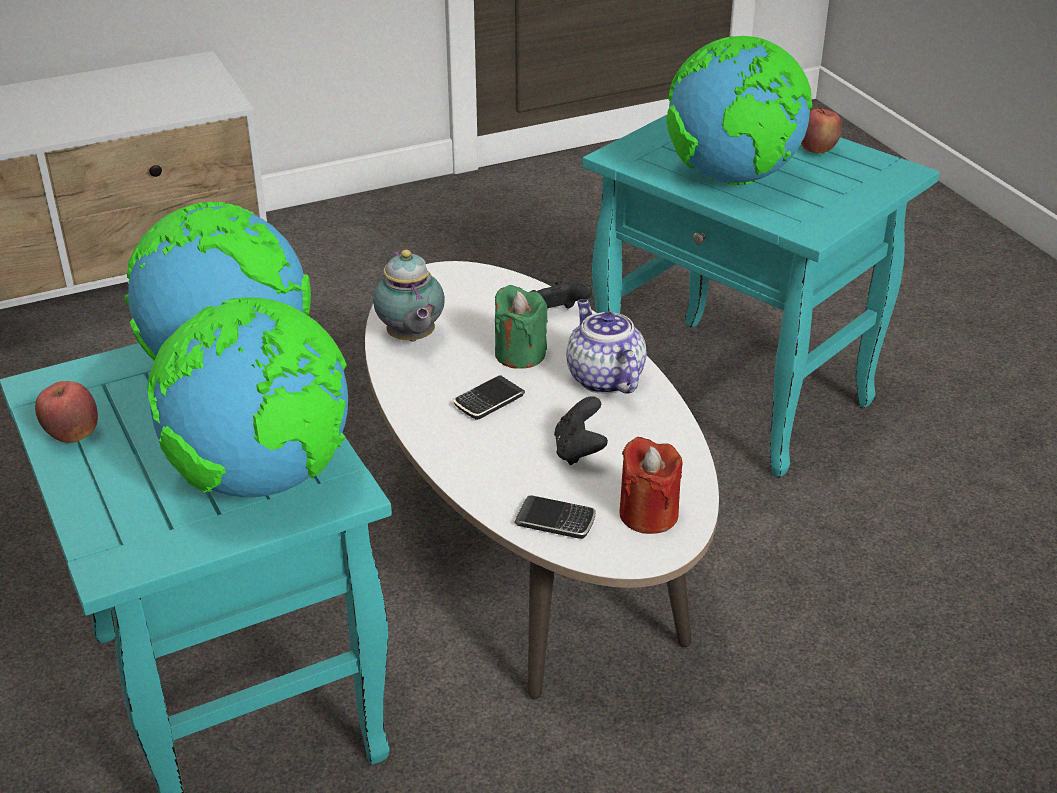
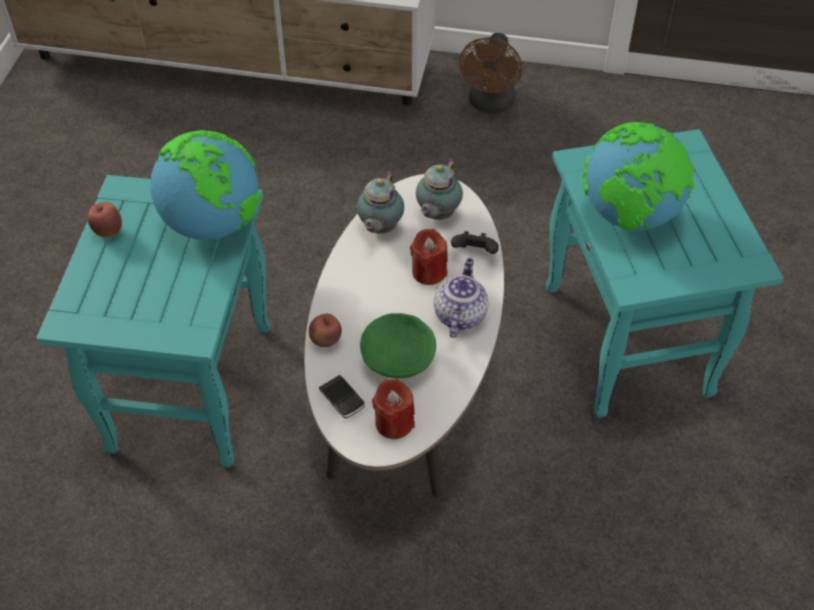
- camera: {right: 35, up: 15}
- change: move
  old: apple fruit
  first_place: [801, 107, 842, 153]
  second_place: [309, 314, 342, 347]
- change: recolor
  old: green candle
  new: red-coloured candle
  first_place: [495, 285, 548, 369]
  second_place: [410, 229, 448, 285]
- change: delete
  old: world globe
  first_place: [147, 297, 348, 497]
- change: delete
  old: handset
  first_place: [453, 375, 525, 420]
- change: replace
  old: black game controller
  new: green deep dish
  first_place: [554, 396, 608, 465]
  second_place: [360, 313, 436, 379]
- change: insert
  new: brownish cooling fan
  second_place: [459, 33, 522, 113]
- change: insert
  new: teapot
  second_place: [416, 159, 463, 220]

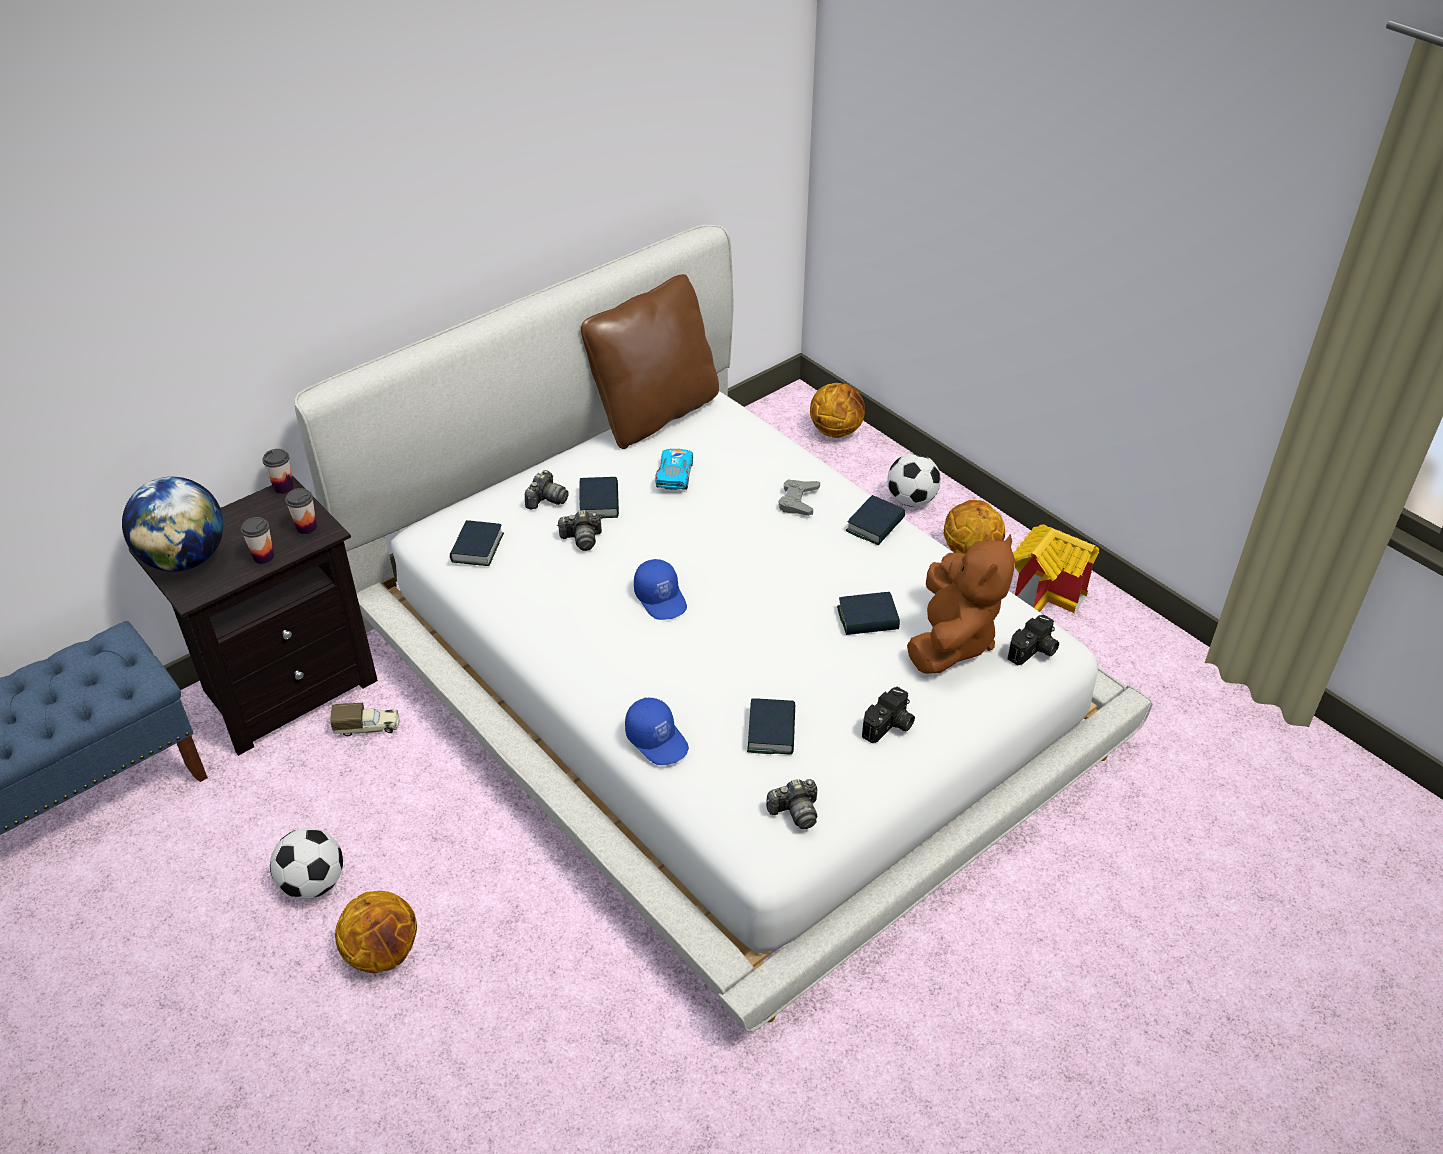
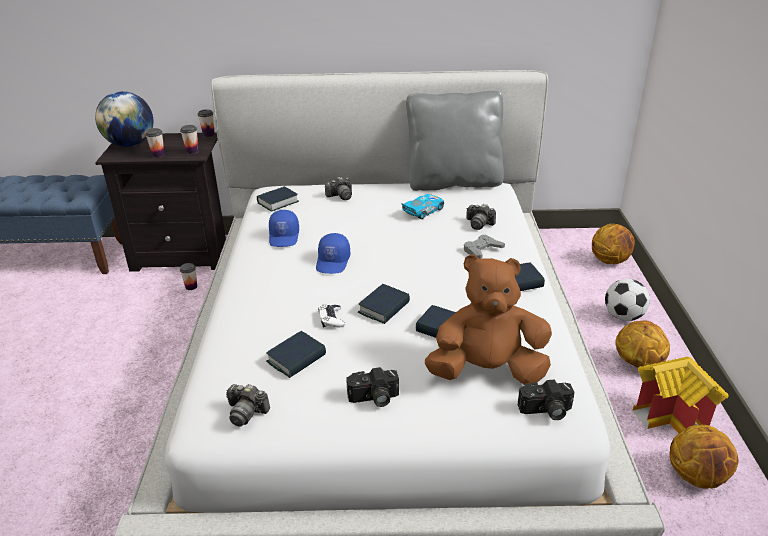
- camera: {right: 40, up: -10}
- change: recolor
  old: brownish throw pillow
  new: greyish throw pillow
  first_place: [581, 274, 719, 449]
  second_place: [406, 91, 504, 191]
- change: move
  old: volume
  first_place: [580, 477, 619, 519]
  second_place: [358, 284, 410, 324]
- change: move
  old: still camera
  first_place: [557, 510, 602, 551]
  second_place: [466, 204, 496, 230]
- change: rotate
  old: brownish plush toy
  first_place: [907, 534, 1015, 674]
  second_place: [425, 254, 552, 385]
  degrees: -150
- change: move
  old: bluish baseball cap
  first_place: [625, 698, 689, 765]
  second_place: [269, 210, 299, 247]
- change: replace
  old: toy lorry
  new: cup
  first_place: [330, 703, 400, 736]
  second_place: [180, 263, 197, 290]
- change: delete
  old: football ball
  first_place: [270, 828, 343, 899]
- change: move
  old: basketball
  first_place: [335, 891, 417, 973]
  second_place: [670, 425, 739, 489]
- change: insert
  new: white-coloured game controller
  second_place: [318, 304, 345, 328]

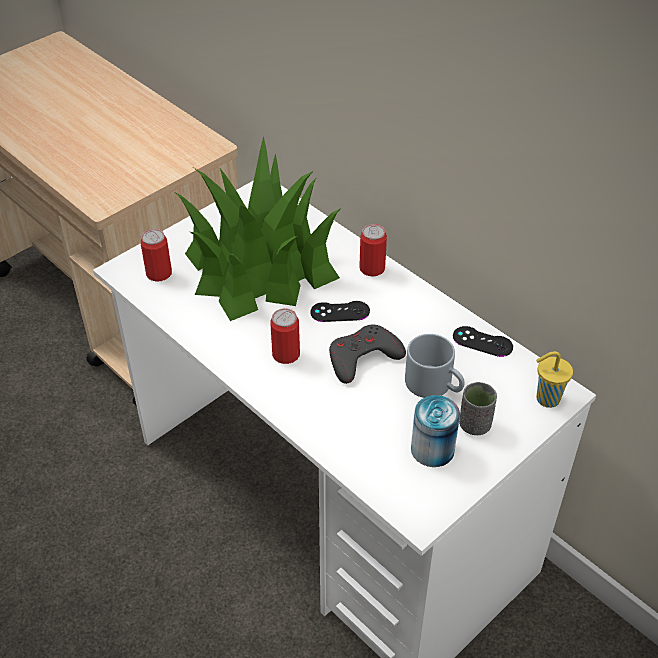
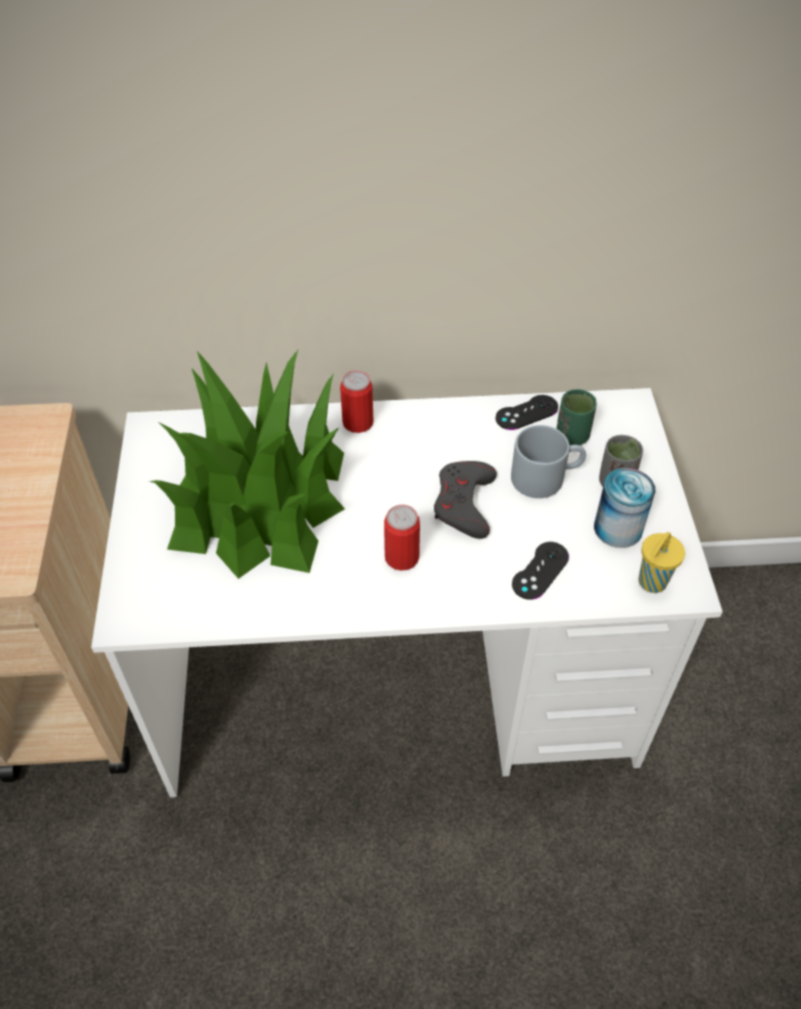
- camera: {right: -50, up: 5}
- change: delete
  old: metal can
  first_place: [141, 229, 172, 282]
- change: move
  old: black game controller
  first_place: [310, 301, 370, 322]
  second_place: [512, 542, 569, 600]
- change: move
  old: yellowish cup
  first_place: [536, 351, 573, 408]
  second_place: [638, 532, 685, 593]
- change: insert
  new: green cup
  second_place: [556, 389, 597, 445]

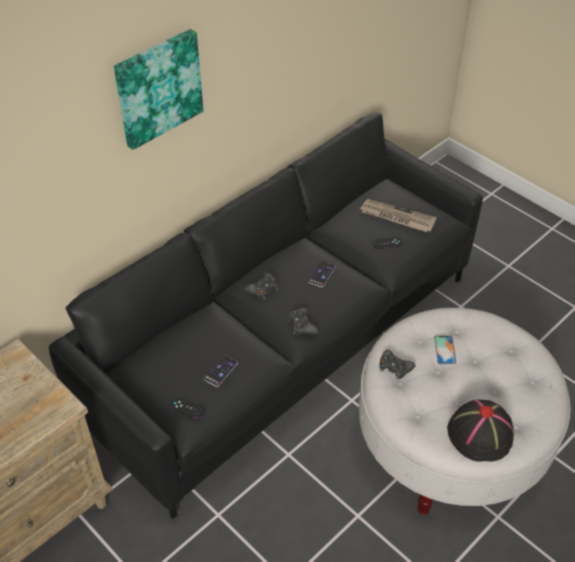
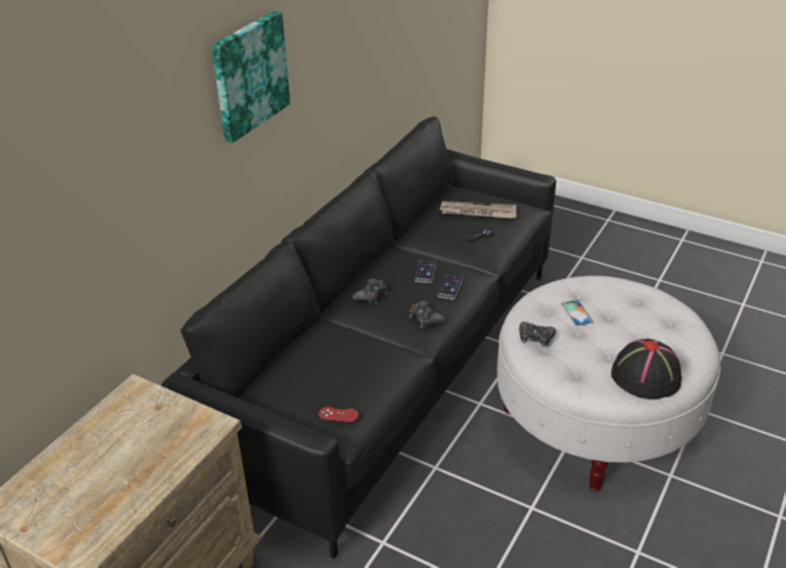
- camera: {right: -15, up: -10}
- change: move
  old: handset
  first_place: [203, 355, 238, 387]
  second_place: [437, 275, 463, 300]
- change: recolor
  old: black game controller
  new: red-coloured game controller
  first_place: [170, 398, 204, 418]
  second_place: [319, 407, 359, 422]

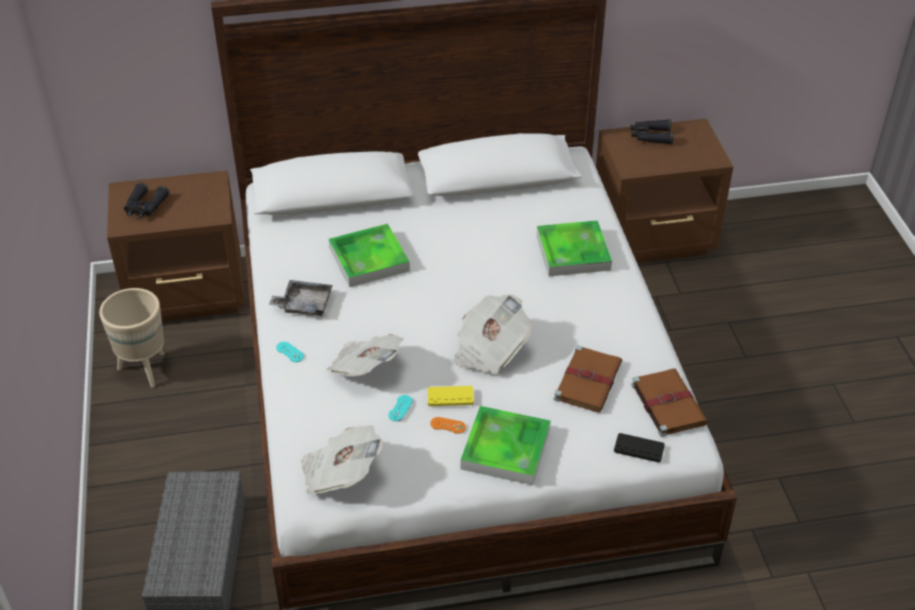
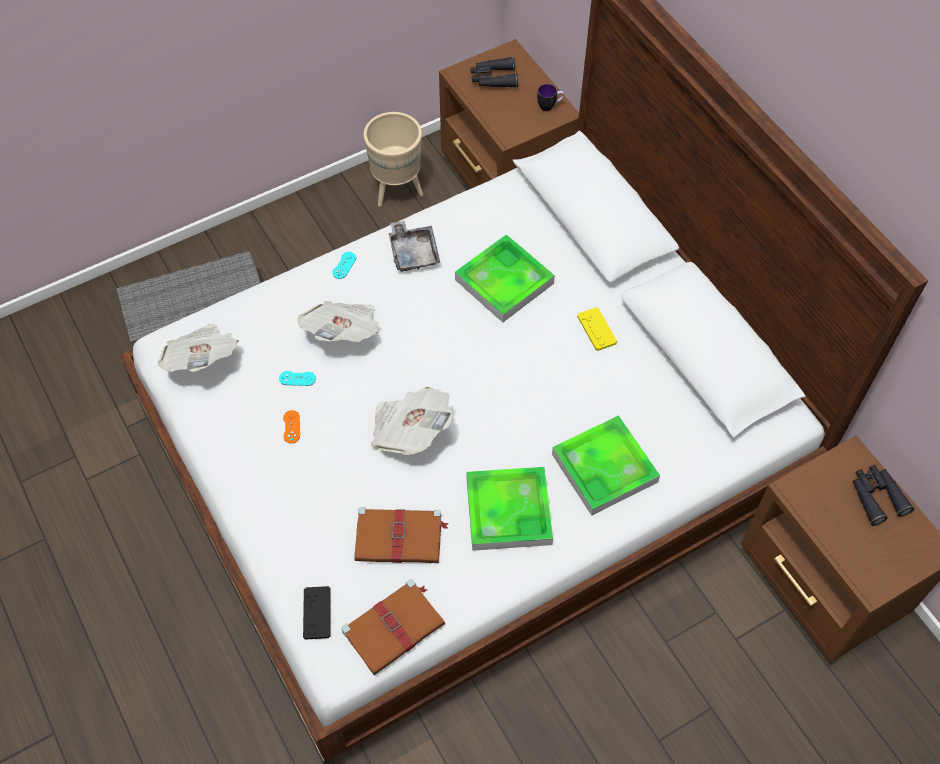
- camera: {right: 70, up: 15}
- change: move
  old: yellowish game controller
  first_place: [428, 386, 474, 406]
  second_place: [577, 307, 617, 351]
- change: move
  old: carrying tray
  first_place: [461, 406, 551, 485]
  second_place: [467, 467, 553, 551]
- change: insert
  new: tea mug
  second_place: [537, 84, 564, 111]

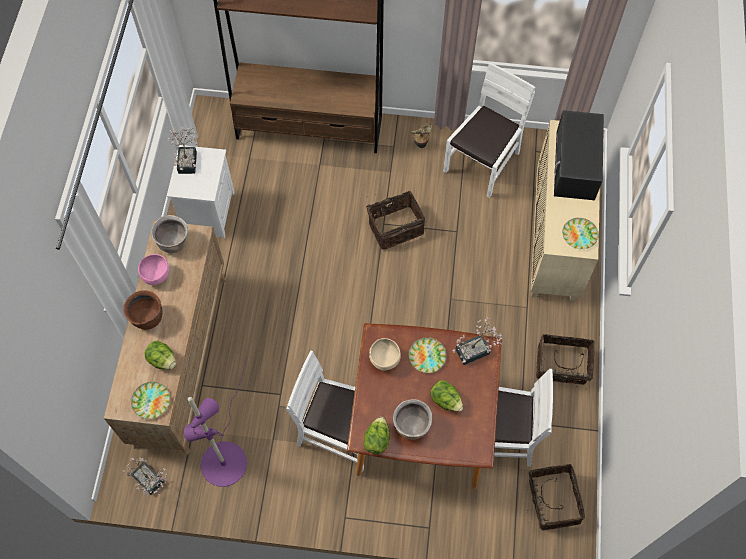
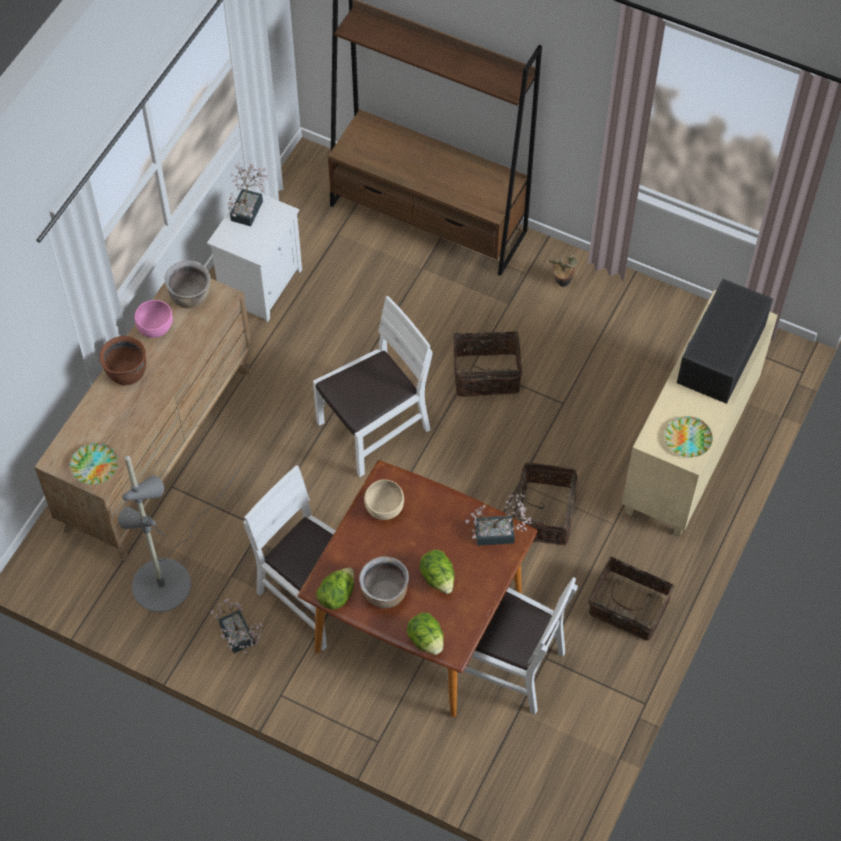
- camera: {right: 20, up: -5}
- change: move
  old: white-coloured upright chair
  first_place: [443, 63, 535, 198]
  second_place: [313, 296, 433, 477]
- change: delete
  old: dinner plate
  first_place: [409, 337, 447, 373]
- change: move
  old: lettuce head
  first_place: [144, 341, 176, 370]
  second_place: [407, 612, 443, 655]
- change: recolor
  old: purple standard lamp
  new: greyish standard lamp
  first_place: [184, 356, 247, 487]
  second_place: [118, 455, 238, 612]
- change: move
  old: plant in a pot
  first_place: [123, 457, 167, 497]
  second_place: [211, 598, 263, 653]
- change: move
  old: storage basket
  first_place: [527, 464, 585, 530]
  second_place: [512, 463, 578, 546]

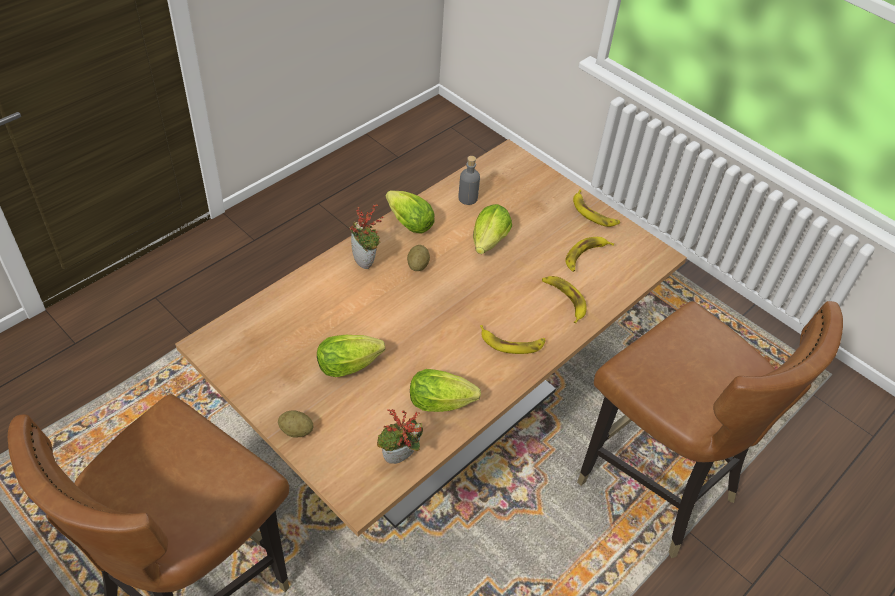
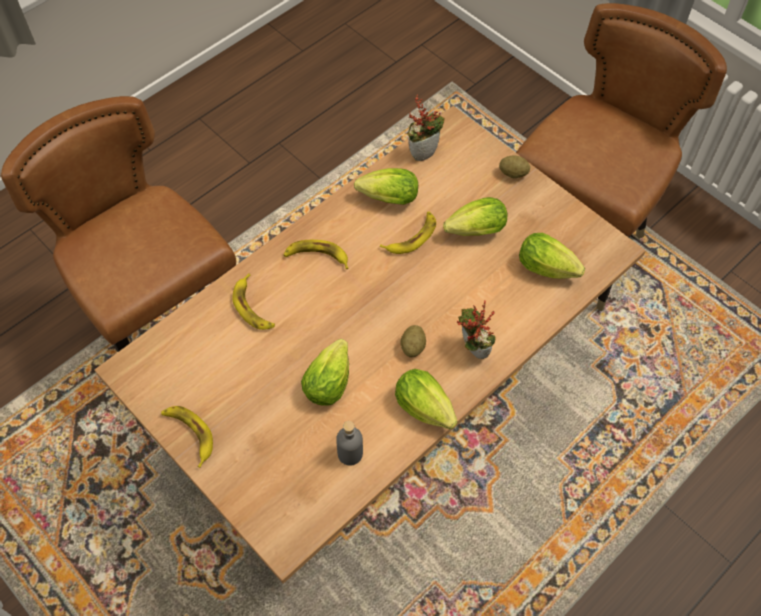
- camera: {right: -175, up: 10}
- change: move
  old: banana
  first_place: [565, 237, 614, 272]
  second_place: [380, 212, 436, 254]
- change: insert
  new: lettuce head
  second_place: [519, 233, 585, 279]

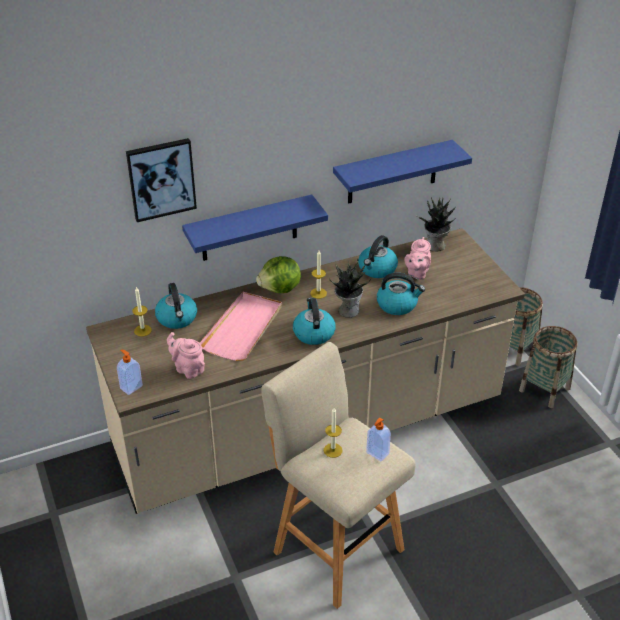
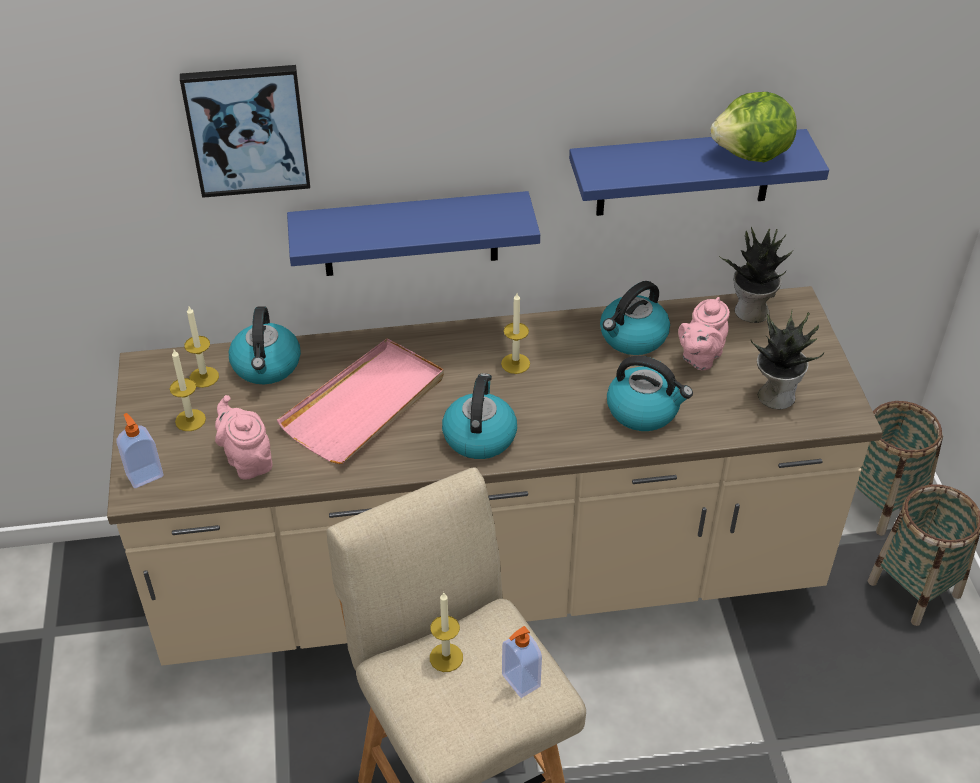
- camera: {right: 15, up: 5}
- change: move
  old: lettuce head
  first_place: [256, 256, 301, 293]
  second_place: [711, 92, 797, 162]
- change: move
  old: plant in a pot
  first_place: [329, 259, 371, 318]
  second_place: [751, 311, 824, 410]
- change: insert
  new: candle
  second_place: [170, 350, 206, 431]

